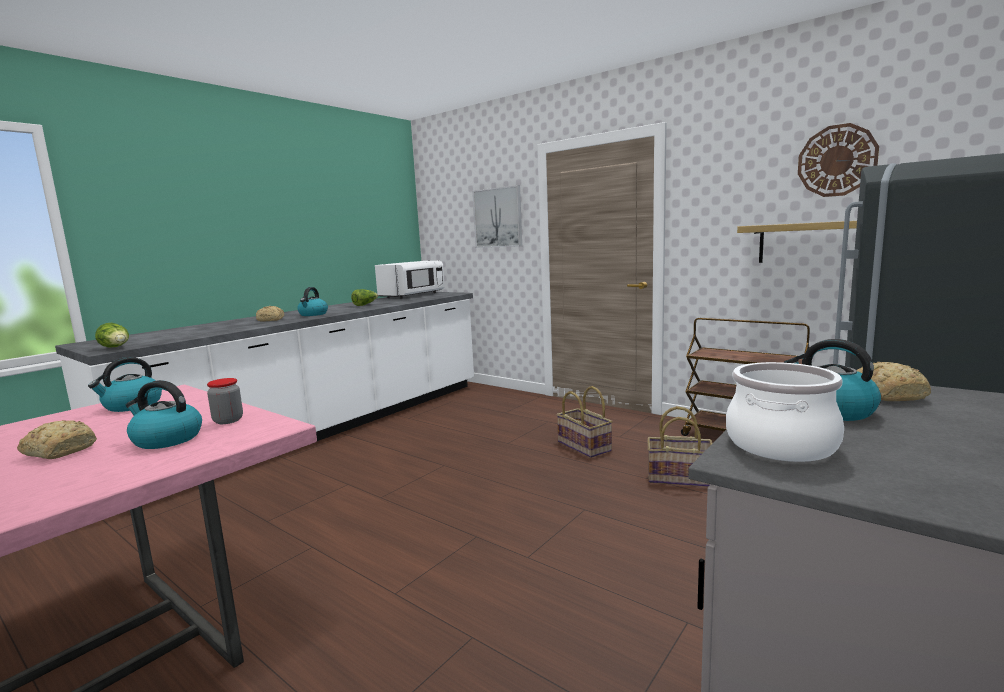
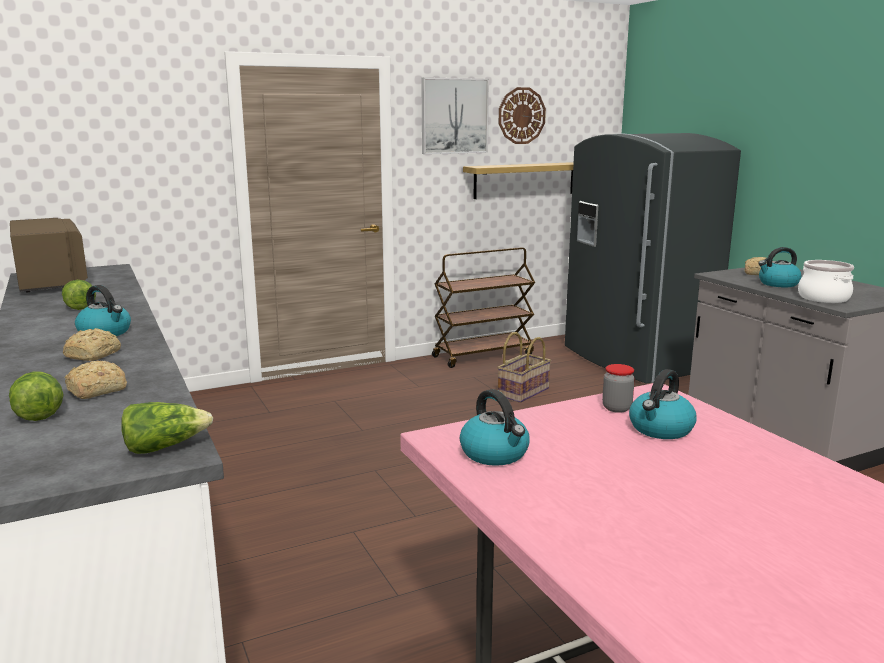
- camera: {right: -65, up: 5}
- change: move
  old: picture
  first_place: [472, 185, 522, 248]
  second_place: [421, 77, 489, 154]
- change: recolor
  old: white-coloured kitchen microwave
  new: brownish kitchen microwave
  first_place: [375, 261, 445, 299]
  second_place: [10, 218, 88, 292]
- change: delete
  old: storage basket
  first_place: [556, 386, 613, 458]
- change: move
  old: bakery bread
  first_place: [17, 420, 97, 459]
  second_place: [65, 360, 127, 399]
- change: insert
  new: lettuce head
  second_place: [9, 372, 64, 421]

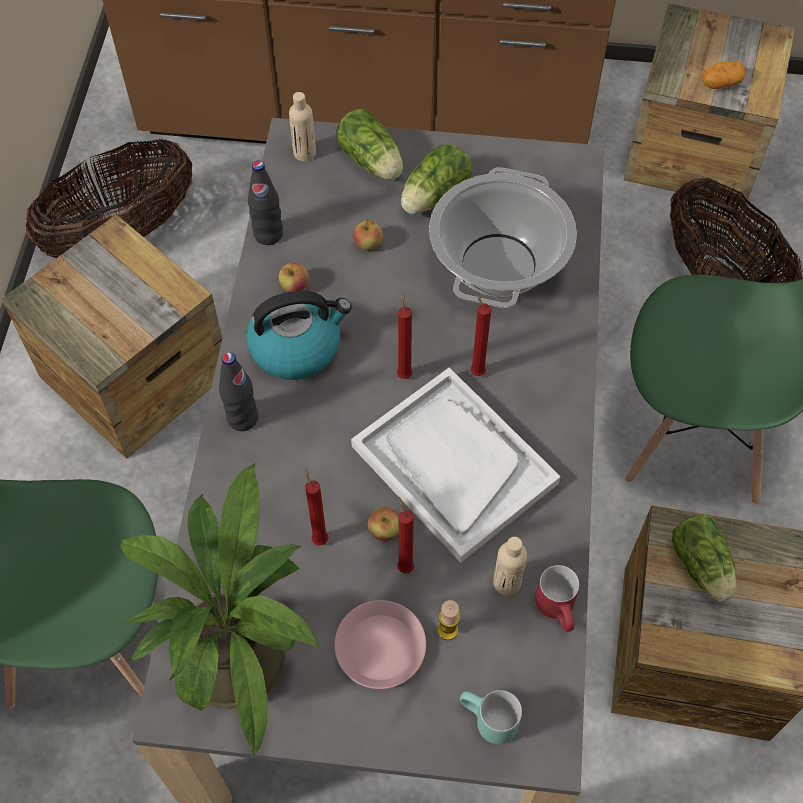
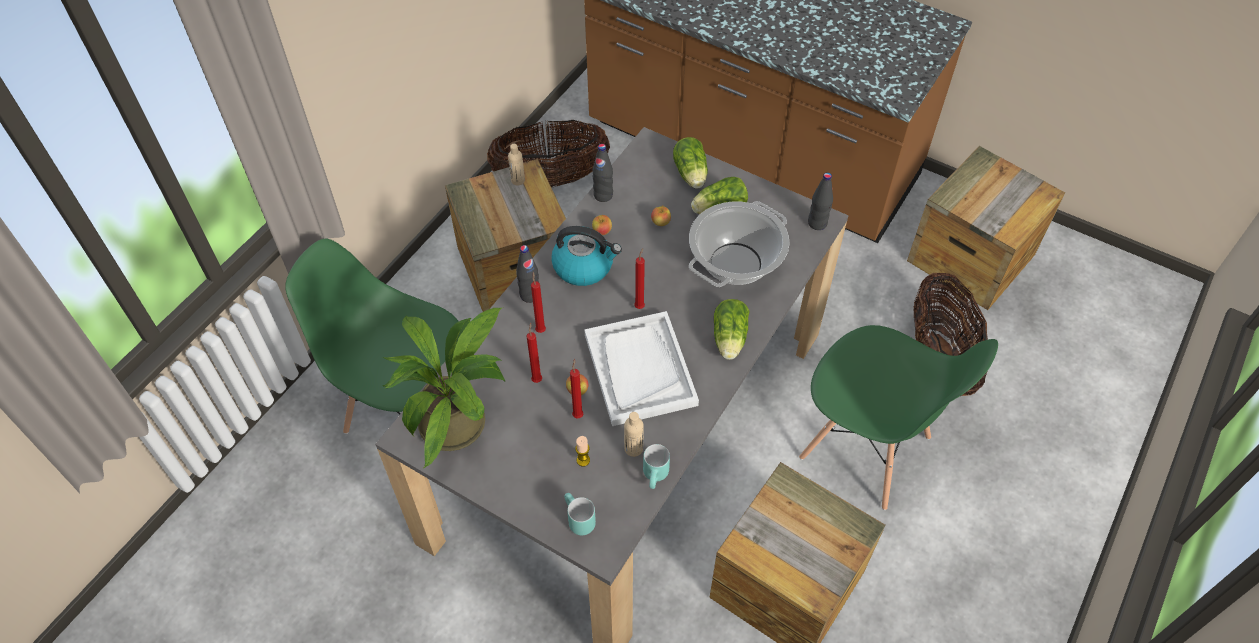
- camera: {right: 25, up: -5}
- change: delete
  old: potato
  first_place: [702, 61, 746, 89]
- change: move
  old: sand-coloured drink bottle
  first_place: [289, 92, 316, 162]
  second_place: [508, 144, 525, 185]
- change: move
  old: red-coloured candle
  first_place: [470, 292, 491, 376]
  second_place: [531, 272, 546, 333]
- change: move
  old: lettuce head
  first_place: [672, 514, 736, 602]
  second_place: [714, 299, 750, 360]
- change: recolor
  old: red-coloured tea mug
  new: turquoise tea mug
  first_place: [535, 565, 579, 632]
  second_place: [643, 444, 670, 489]
- change: delete
  old: pinkish dinner plate
  first_place: [334, 600, 426, 689]
- change: insert
  new: black drink bottle
  second_place: [808, 172, 833, 230]

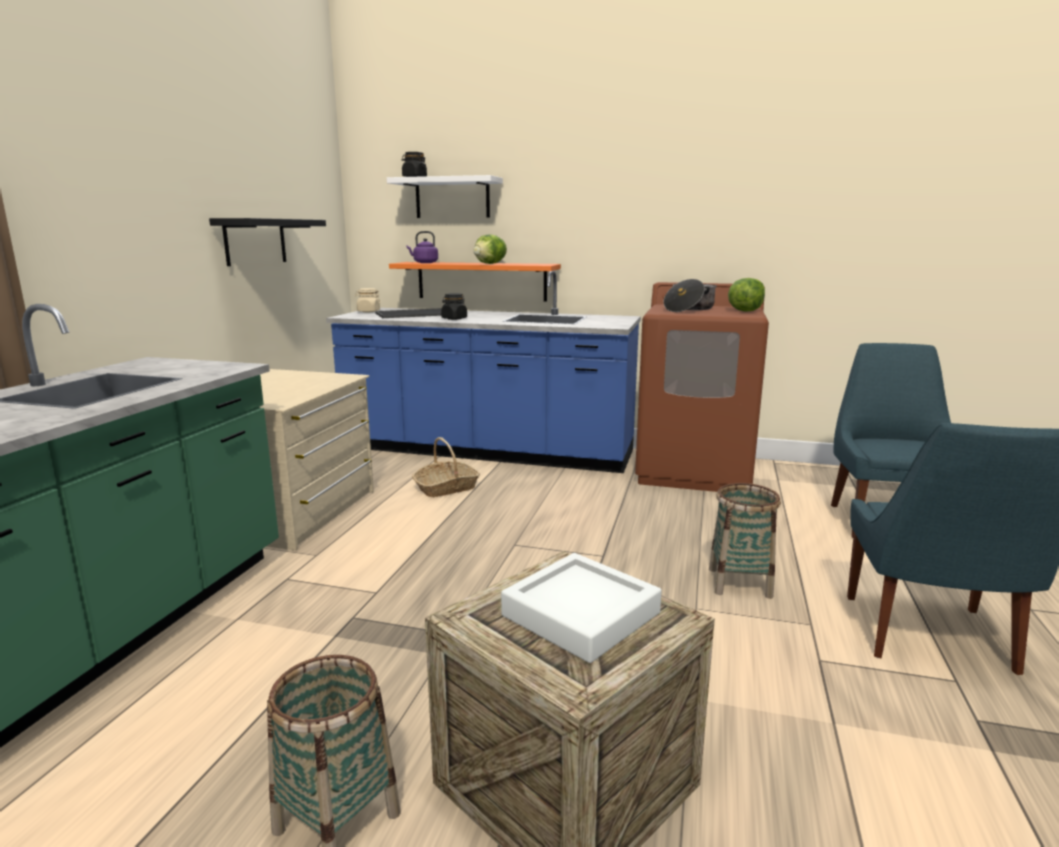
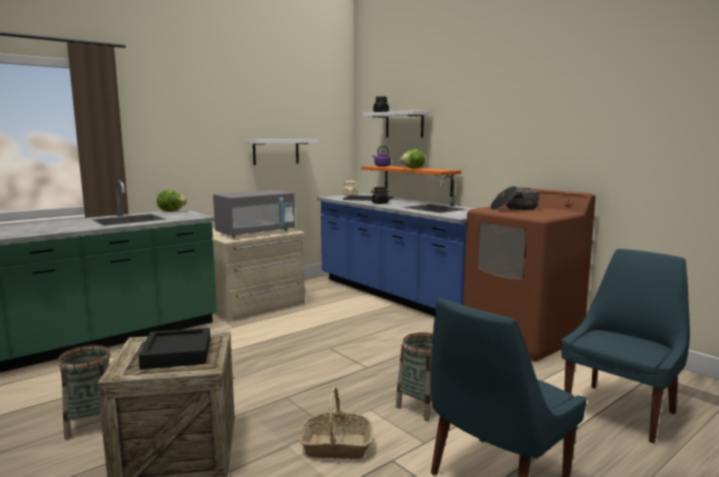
- camera: {right: 35, up: -5}
- change: recolor
  old: black shelf
  new: white-coloured shelf
  first_place: [209, 218, 326, 266]
  second_place: [244, 139, 319, 165]
- change: move
  old: lettuce head
  first_place: [728, 278, 765, 312]
  second_place: [157, 190, 187, 212]
- change: move
  old: storage basket
  first_place: [412, 437, 480, 497]
  second_place: [299, 387, 373, 459]
- change: recolor
  old: white-coloured carrying tray
  new: black carrying tray
  first_place: [501, 553, 661, 663]
  second_place: [138, 328, 211, 369]
- change: insert
  new: greyish kitchen microwave
  second_place: [213, 190, 295, 238]

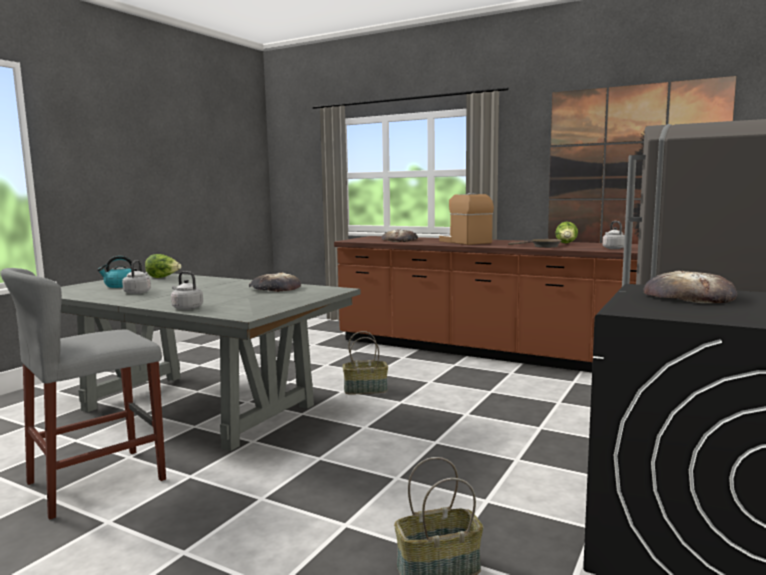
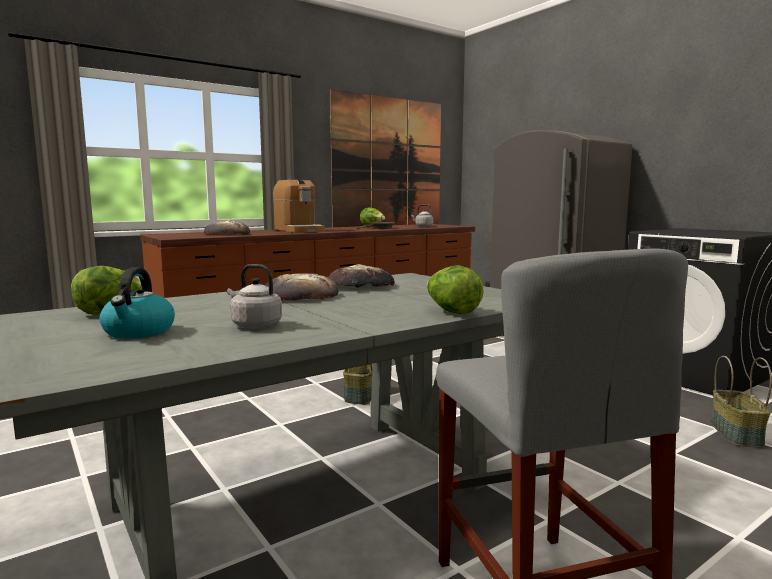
- camera: {right: -65, up: 0}
- change: rotate
  old: coffee maker
  first_place: [439, 193, 494, 245]
  second_place: [273, 179, 325, 233]
  degrees: -120
- change: replace
  old: greyish kettle
  new: lettuce head
  first_place: [171, 271, 203, 310]
  second_place: [427, 265, 484, 314]
- change: move
  old: bakery bread
  first_place: [644, 271, 737, 303]
  second_place: [265, 273, 339, 300]

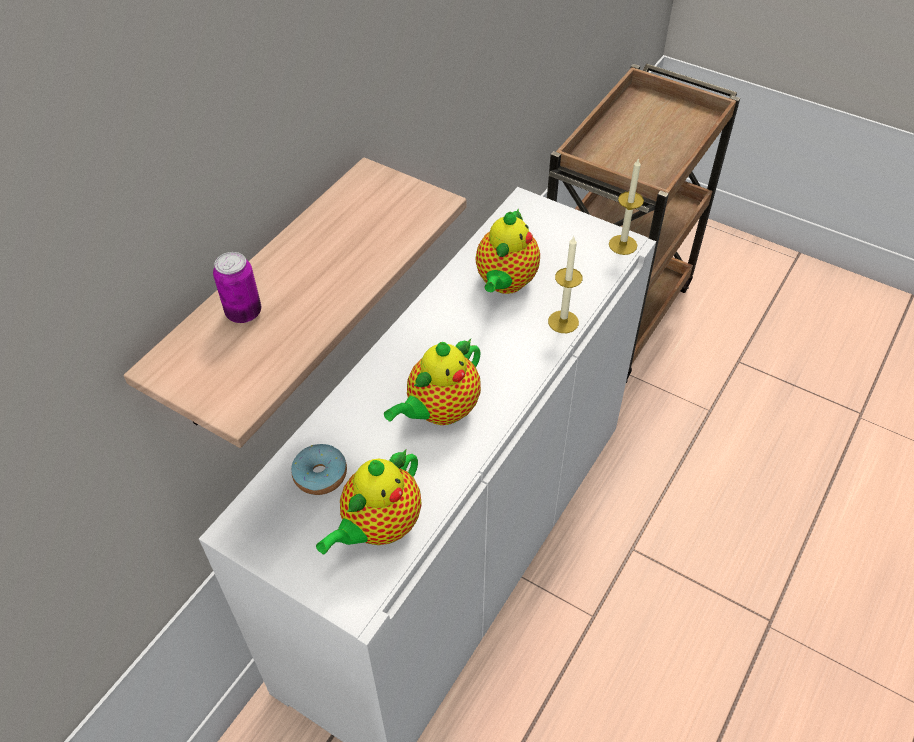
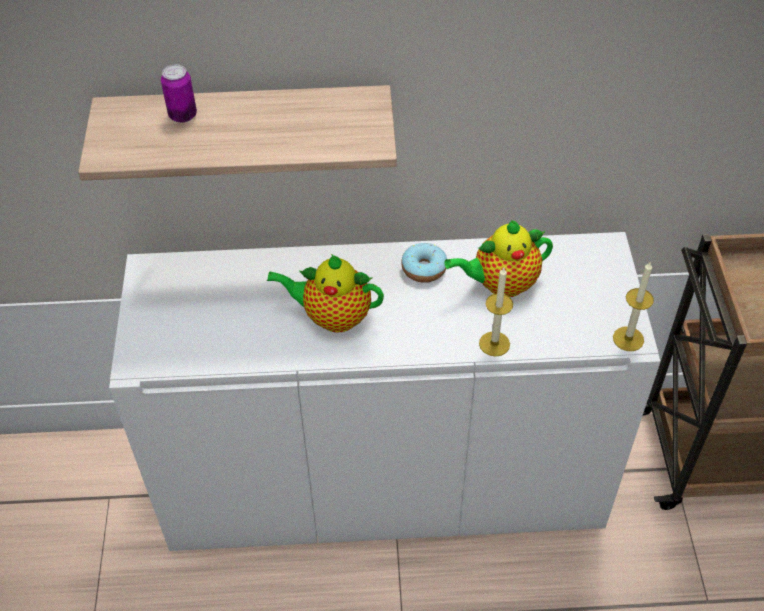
- camera: {right: 55, up: 0}
- change: move
  old: ring doughnut
  first_place: [291, 444, 347, 495]
  second_place: [401, 243, 447, 283]
- change: delete
  old: teapot
  first_place: [316, 450, 422, 555]

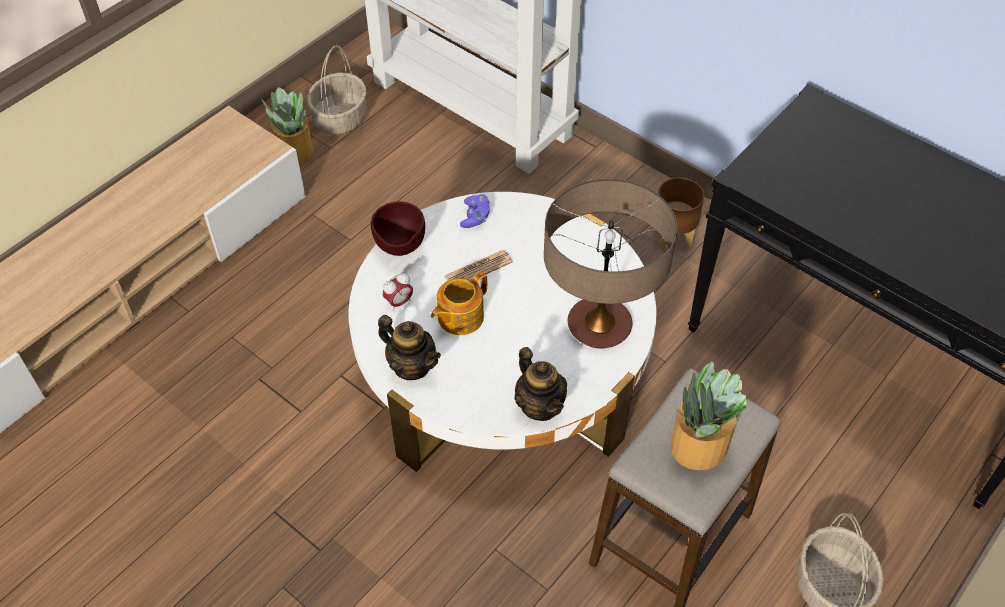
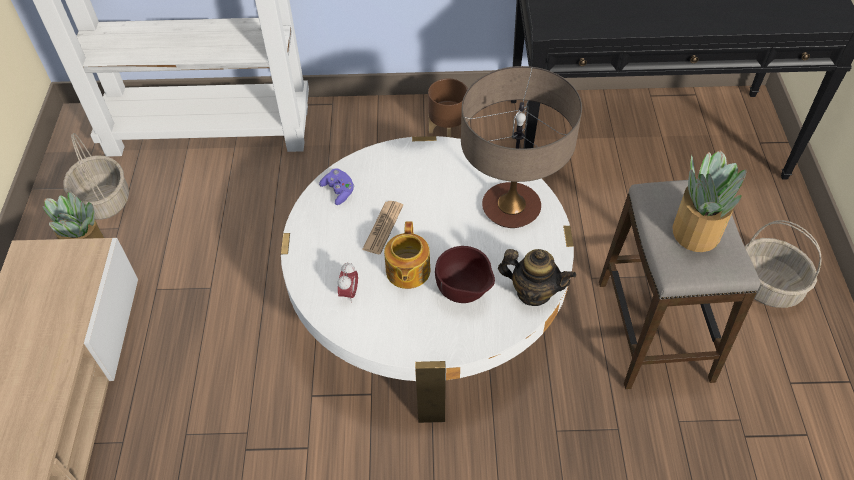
- camera: {right: -40, up: 0}
- change: move
  old: brownish deep dish
  first_place: [371, 201, 425, 256]
  second_place: [435, 246, 495, 303]
- change: delete
  old: teapot
  first_place: [378, 315, 441, 380]

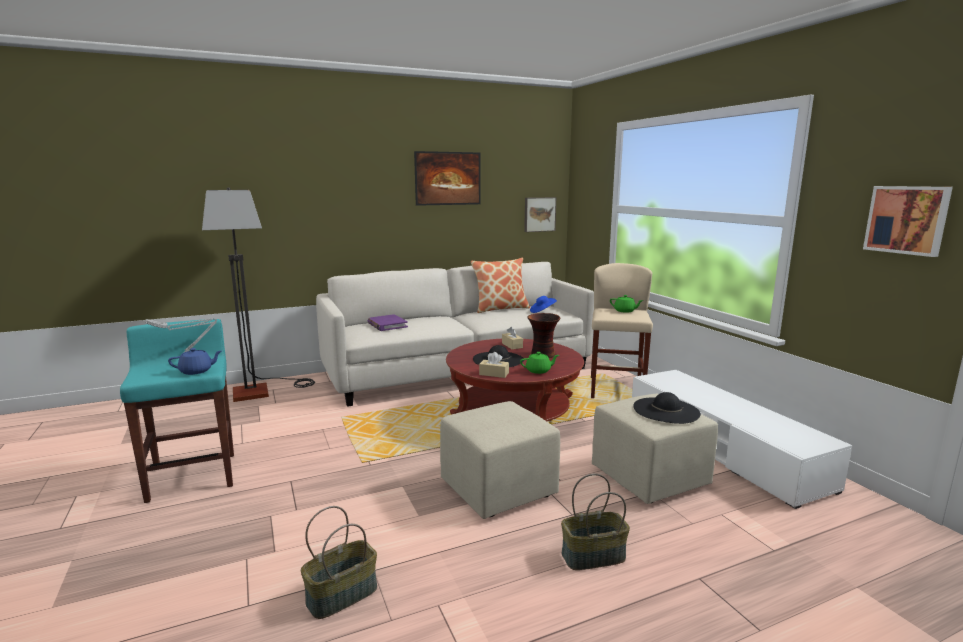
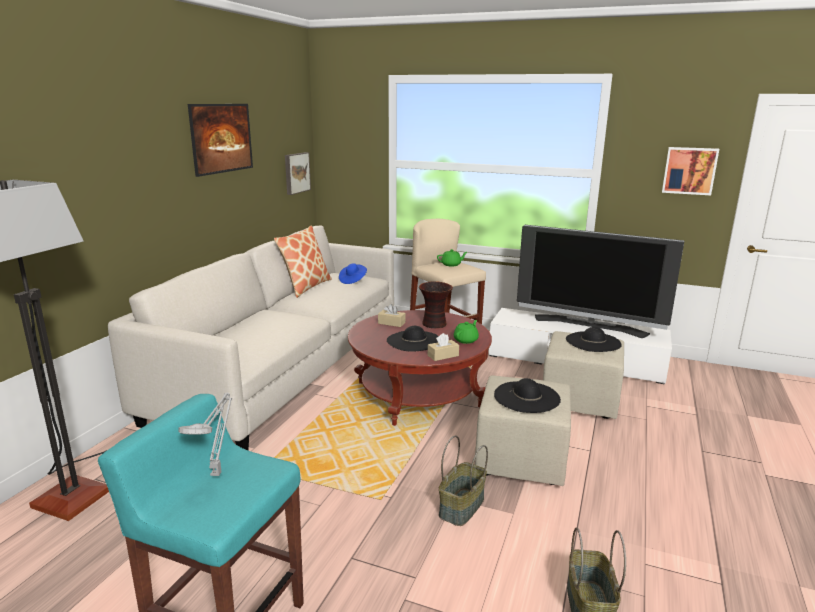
- camera: {right: -45, up: 5}
- change: delete
  old: purple volume
  first_place: [368, 314, 408, 331]
- change: delete
  old: bluish teapot
  first_place: [168, 348, 221, 375]
- change: move
  old: storage basket
  first_place: [561, 474, 630, 570]
  second_place: [439, 436, 488, 526]
- change: insert
  new: television
  second_place: [517, 225, 684, 338]
- change: insert
  new: black hat
  second_place: [494, 378, 561, 413]

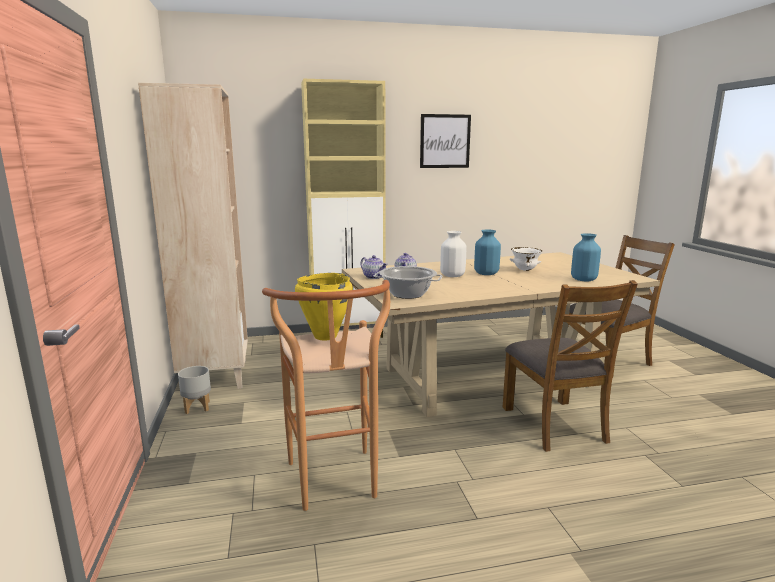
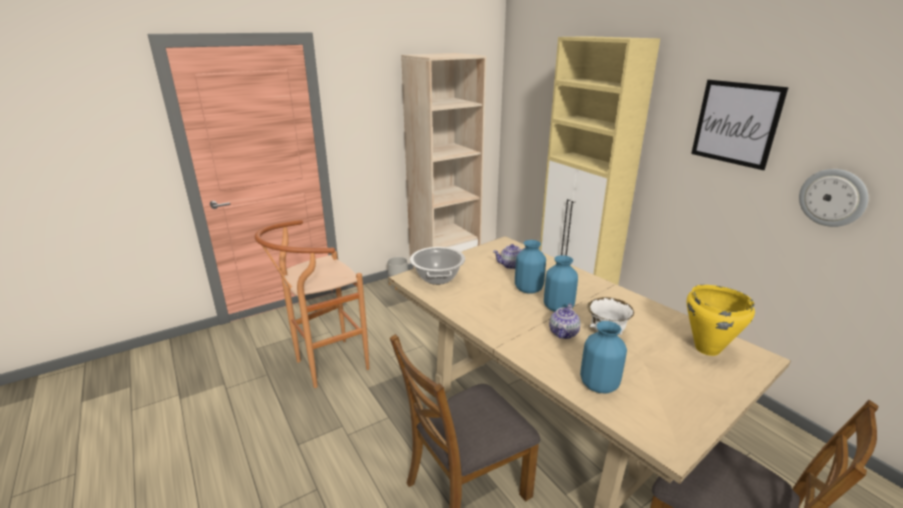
- camera: {right: 70, up: 10}
- change: recolor
  old: white-coloured flower vase
  new: bluish flower vase
  first_place: [440, 231, 466, 277]
  second_place: [515, 240, 546, 294]
- change: move
  old: teapot
  first_place: [361, 255, 388, 279]
  second_place: [549, 303, 581, 339]
- change: move
  old: yellowish cooking pot
  first_place: [295, 273, 353, 340]
  second_place: [687, 285, 755, 356]
- change: insert
  new: wall clock
  second_place: [799, 169, 868, 227]

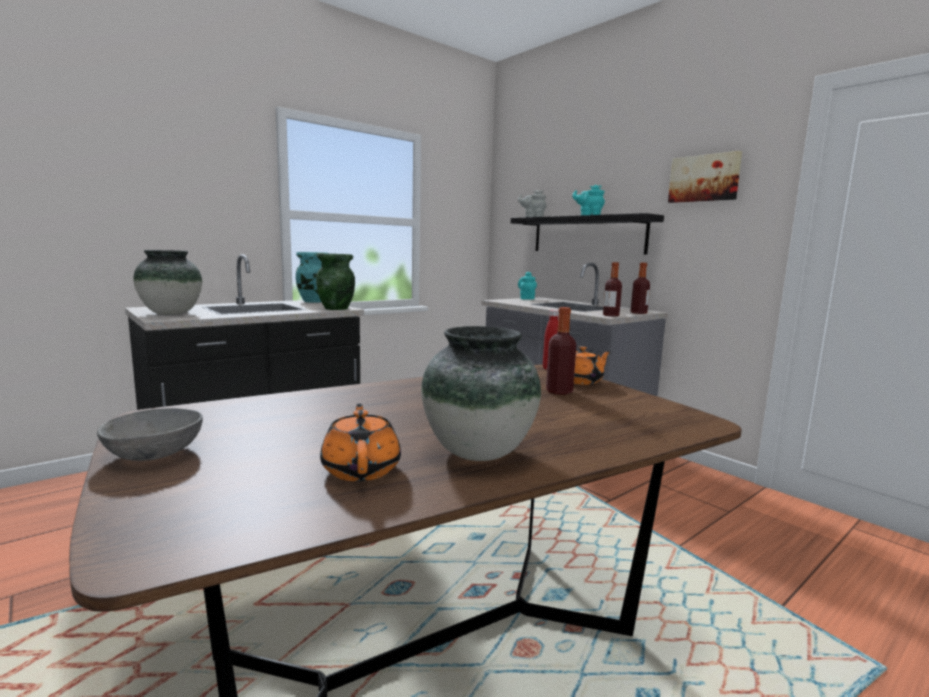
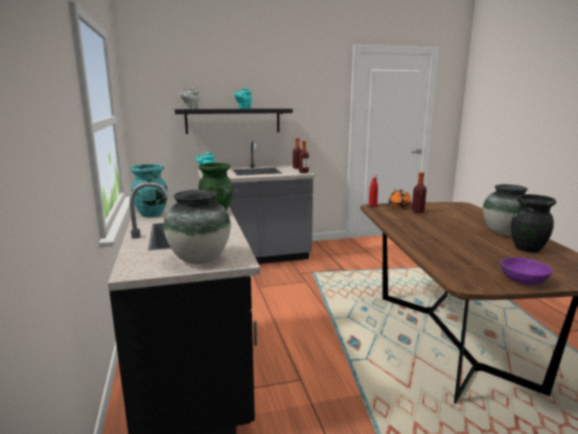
- camera: {right: -65, up: 5}
- change: delete
  old: picture
  first_place: [668, 151, 742, 203]
- change: replace
  old: orange teapot
  new: black flower vase
  first_place: [320, 404, 401, 481]
  second_place: [511, 194, 556, 253]
- change: recolor
  old: greyish deep dish
  new: purple deep dish
  first_place: [97, 408, 203, 461]
  second_place: [501, 257, 552, 285]

